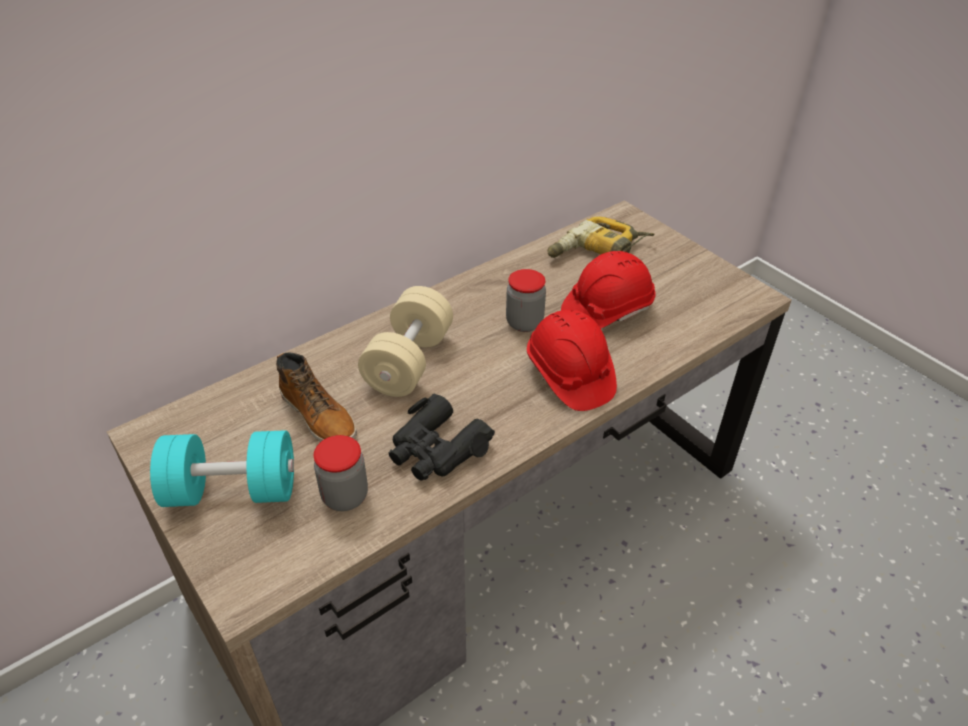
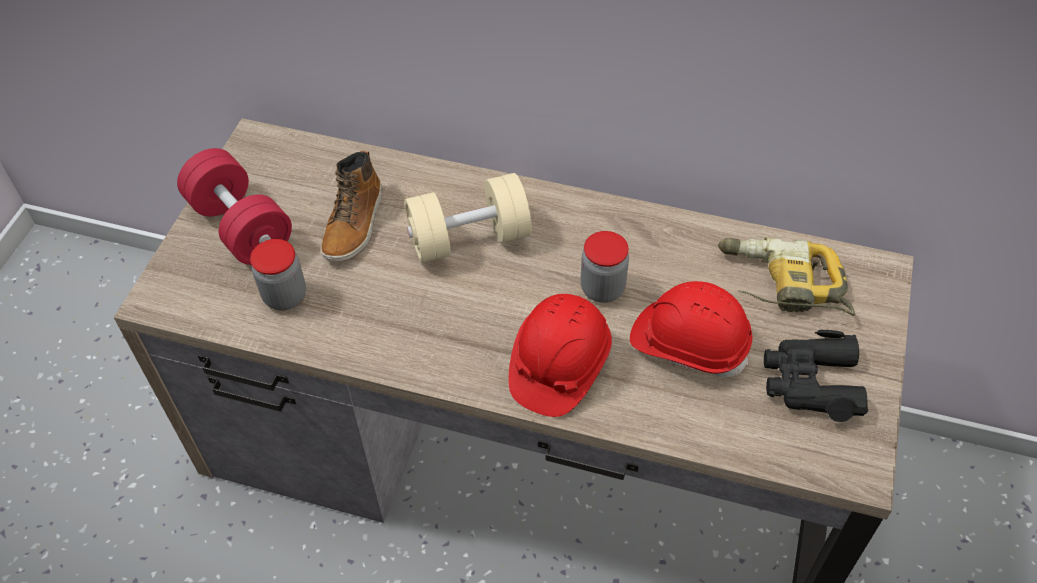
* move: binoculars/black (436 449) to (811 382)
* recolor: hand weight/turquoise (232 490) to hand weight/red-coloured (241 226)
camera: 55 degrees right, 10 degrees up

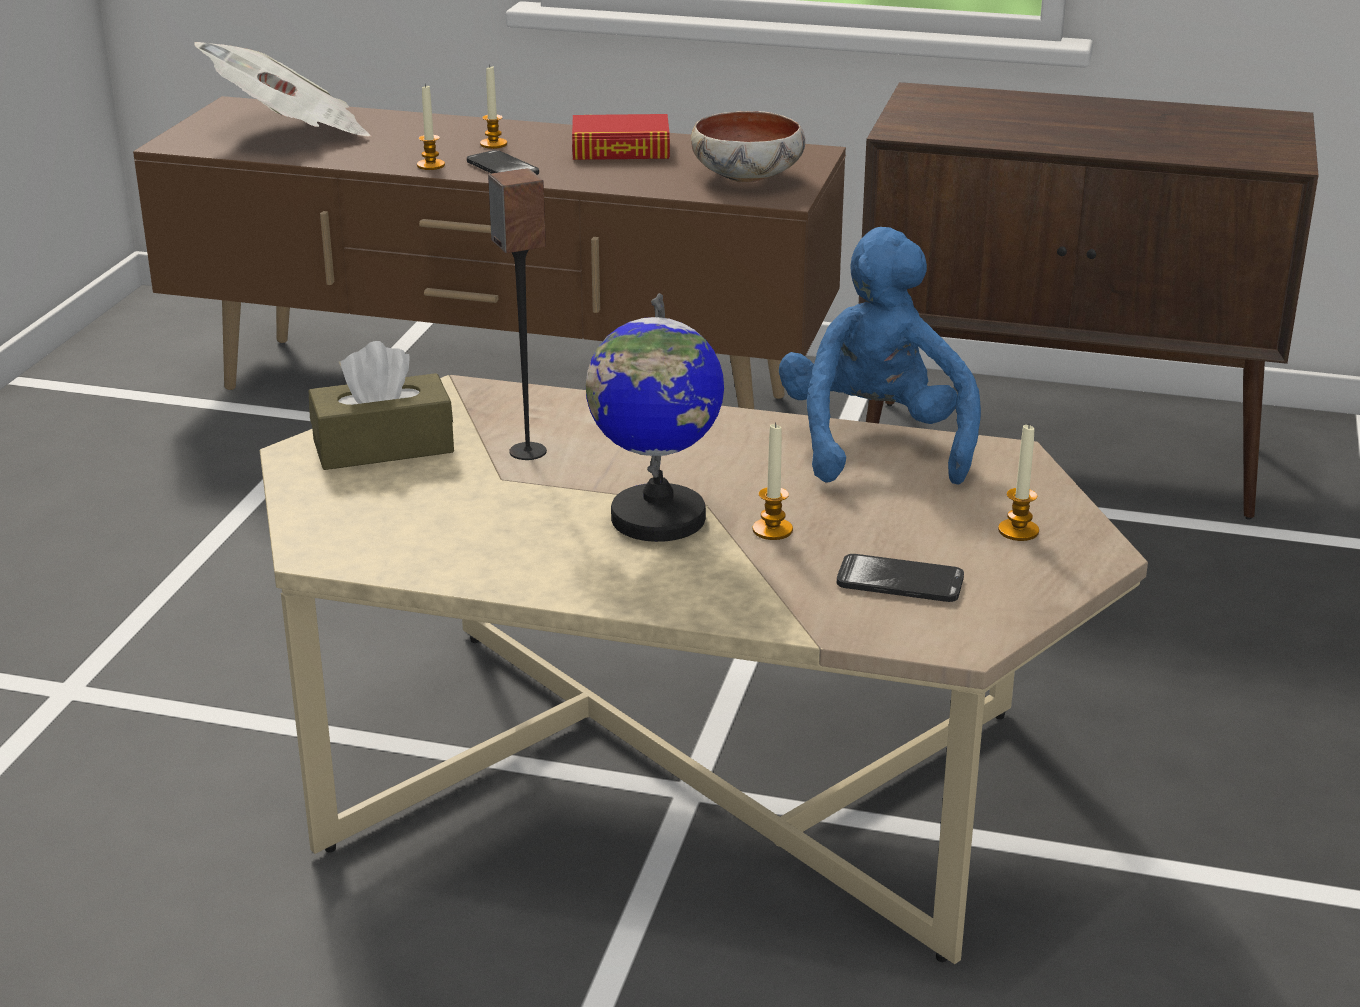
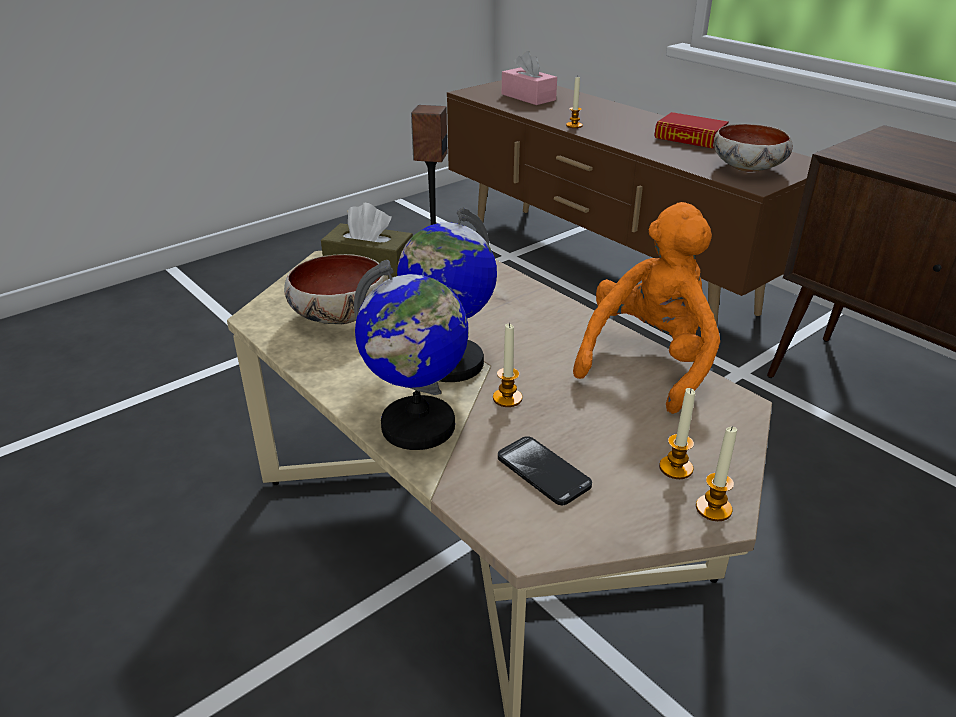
* replace: printed paper (291 133) to box of tissues/pink-coloured (528 97)
* move: wax light (493 144) to (713 508)
* delete: telephone (502 168)
* recolor: soft toy/bluish (875 443) to soft toy/orange (648 361)
* insert: deep dish (339 317)
* insert: globe (418 427)
camera: 35 degrees right, 5 degrees up

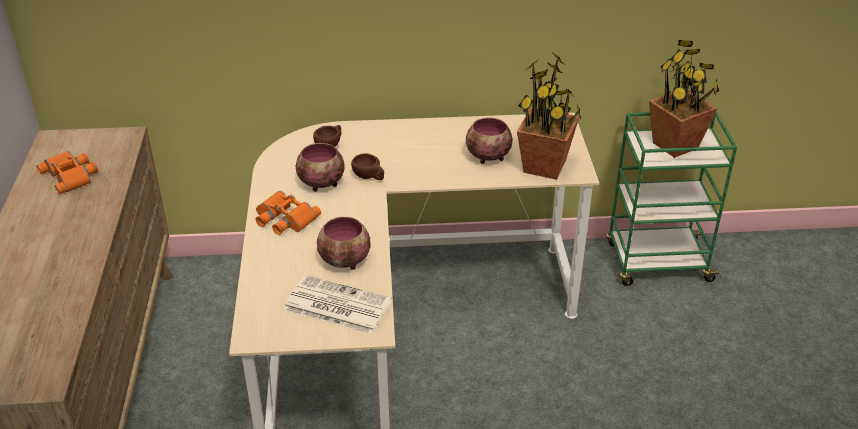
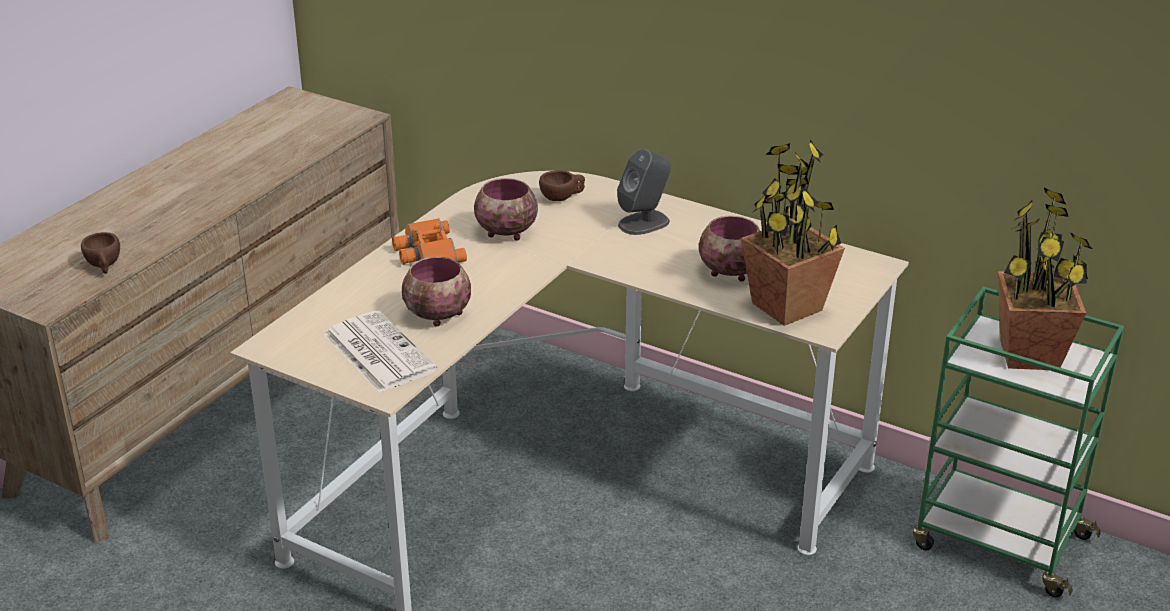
* delete: binoculars/orange (71 175)
* move: cup/brown (369 177) to (104 266)
* insert: loudspeaker/grey (644 223)
camera: 35 degrees right, 5 degrees down

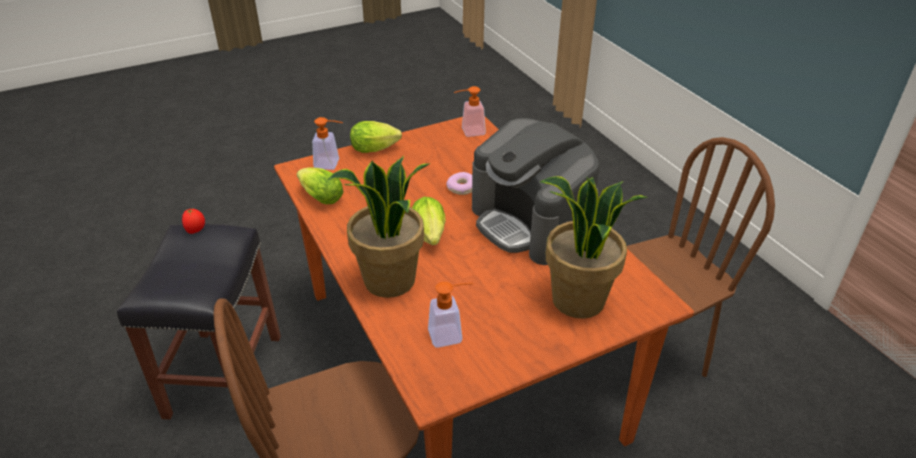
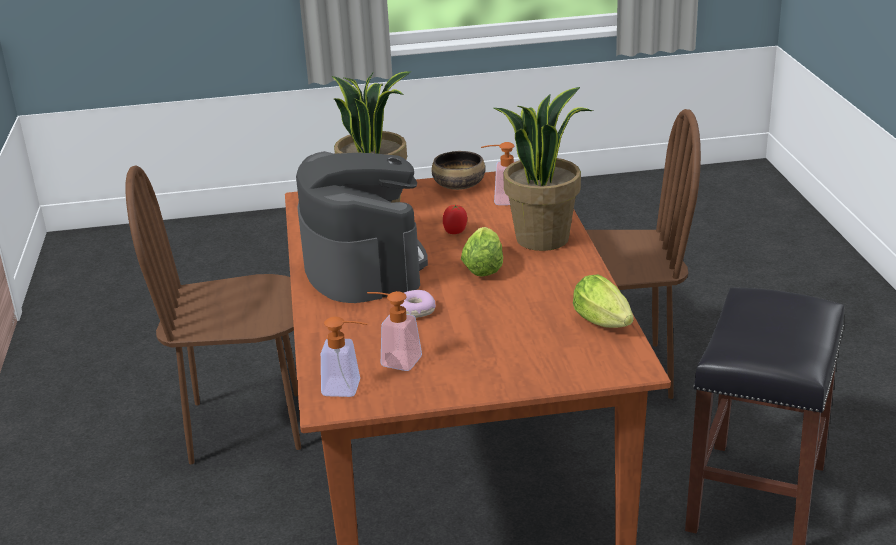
* move: liquid soap bottle (331 164) to (394 360)
* delete: lettuce (377 149)
* move: fresh tomato (196 230) to (455 232)
* insert: deep dish (458 185)
camera: 160 degrees left, 10 degrees down

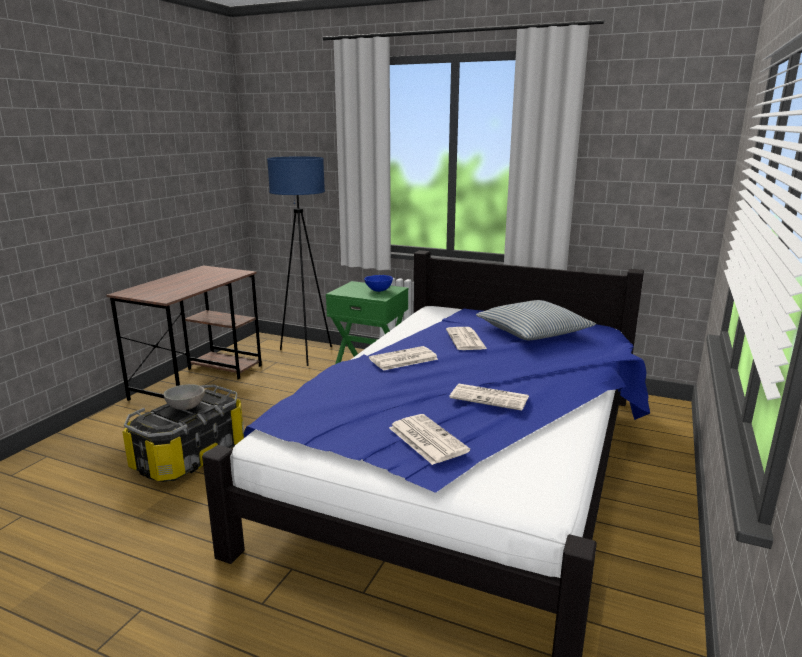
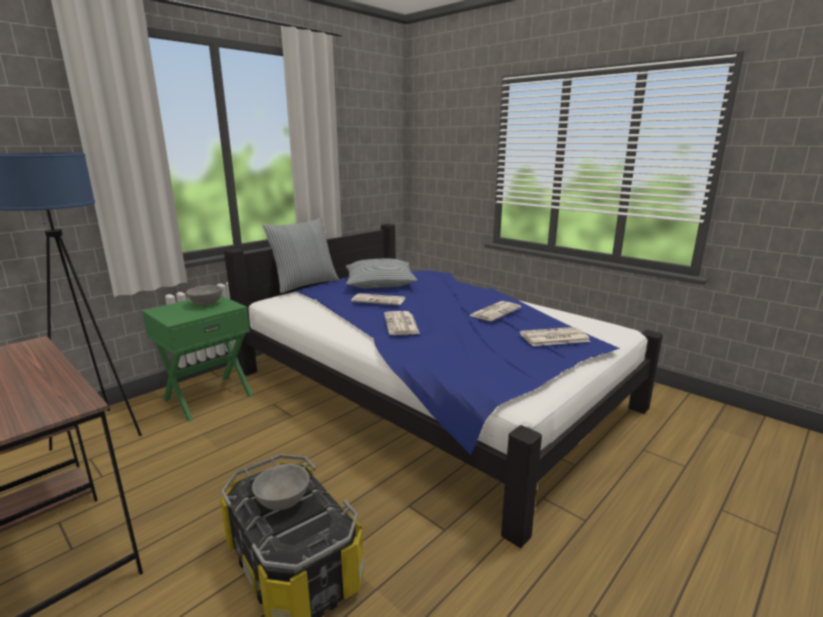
* recolor: deep dish/bluish (378 290) to deep dish/grey (206 304)
* insert: pillow (304 284)
camera: 70 degrees left, 0 degrees up

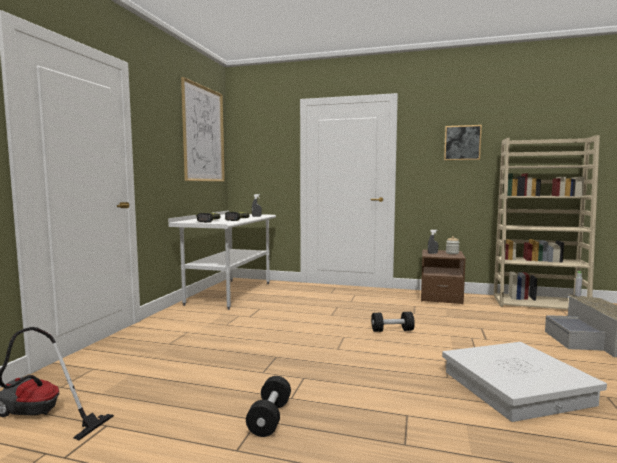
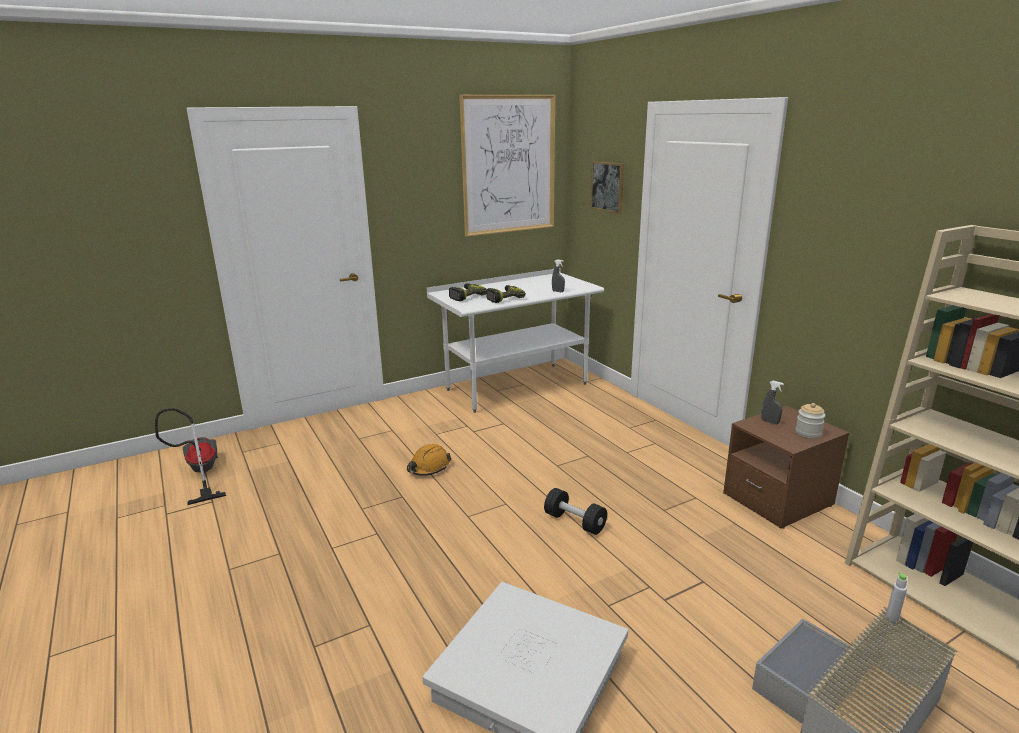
* move: wall art (462 143) to (608 186)
* delete: hand weight/black (270 418)
* insert: work helmet/orange (428 468)
camera: 45 degrees right, 15 degrees up

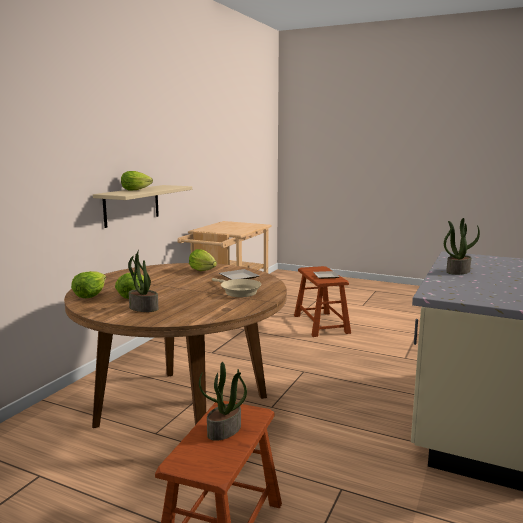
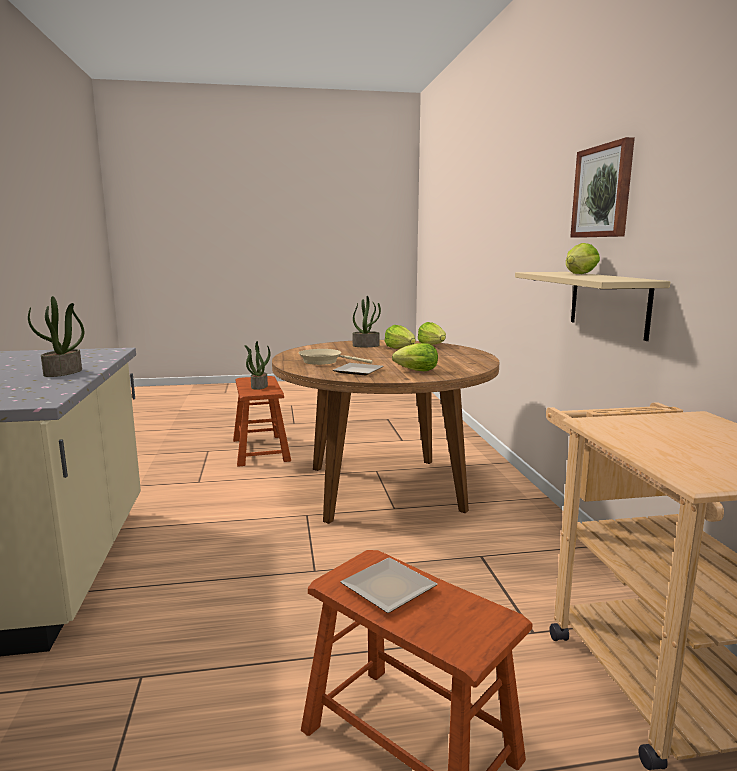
* insert: wall art (603 192)
camera: 145 degrees right, 0 degrees up

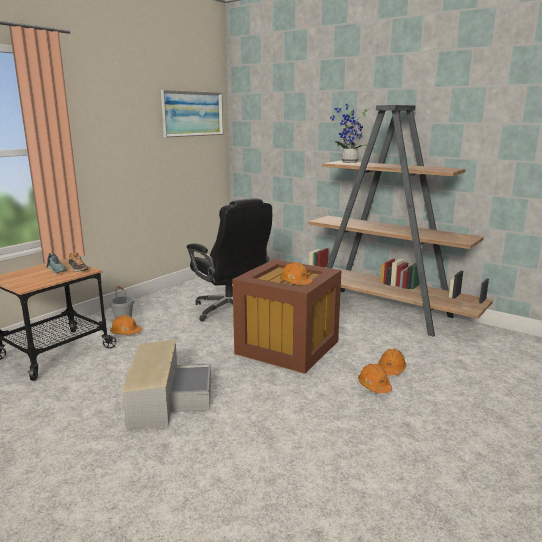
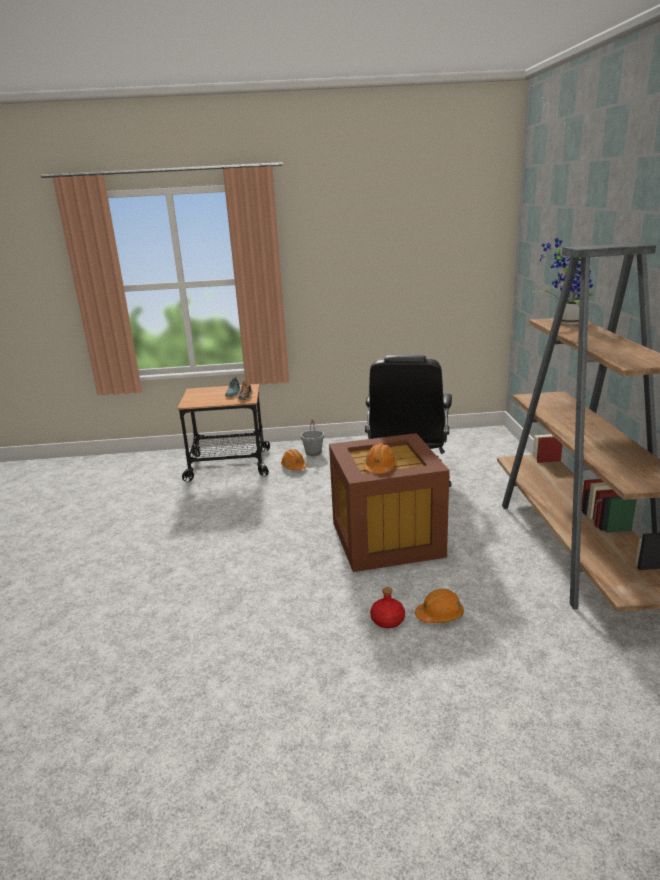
* delete: wall art (192 114)
* delete: storage container/grey (166 397)
* replace: work helmet/orange (374 386) to bottle/red-coloured (388 620)
camera: 50 degrees right, 5 degrees up

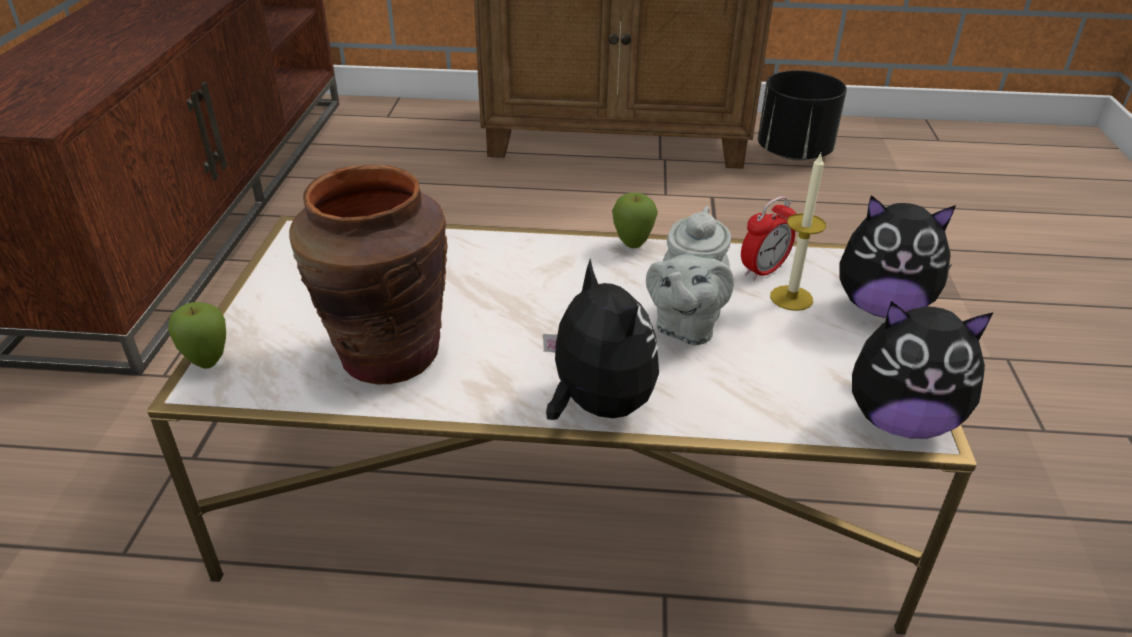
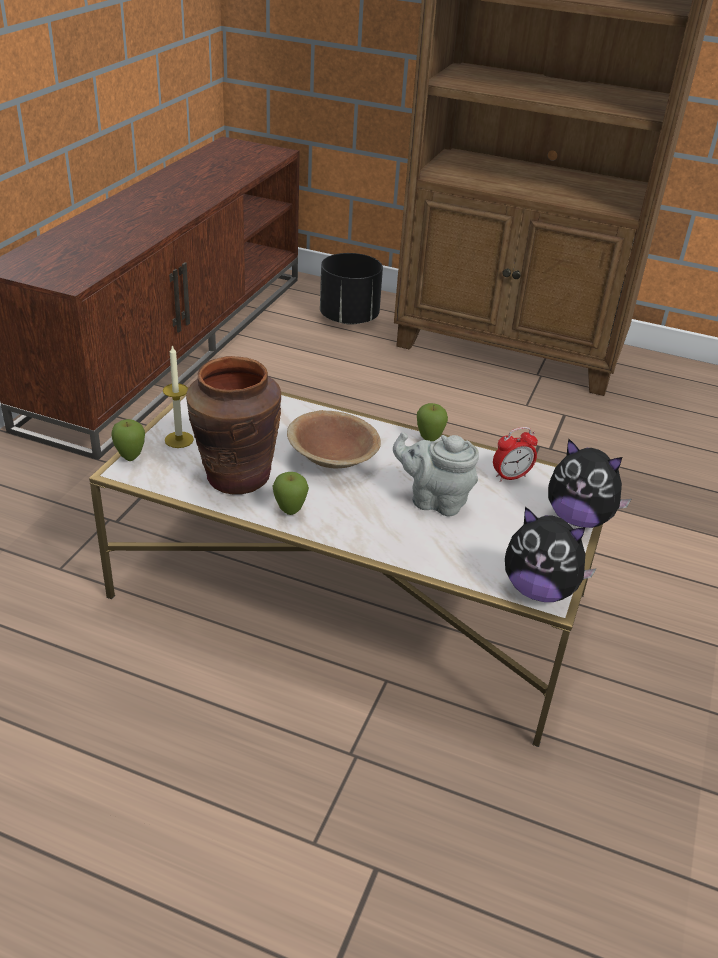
* move: plant pot/black (793 153) to (348 318)
* move: wax light (791 298) to (179 440)
* rotate: tea pot/grey (685 325) = (434 500) 75 degrees clockwise
* delete: soft toy (596 405)
* insert: deep dish/brown (333 459)
* insert: whole apple (290 512)
camera: 15 degrees right, 0 degrees up

